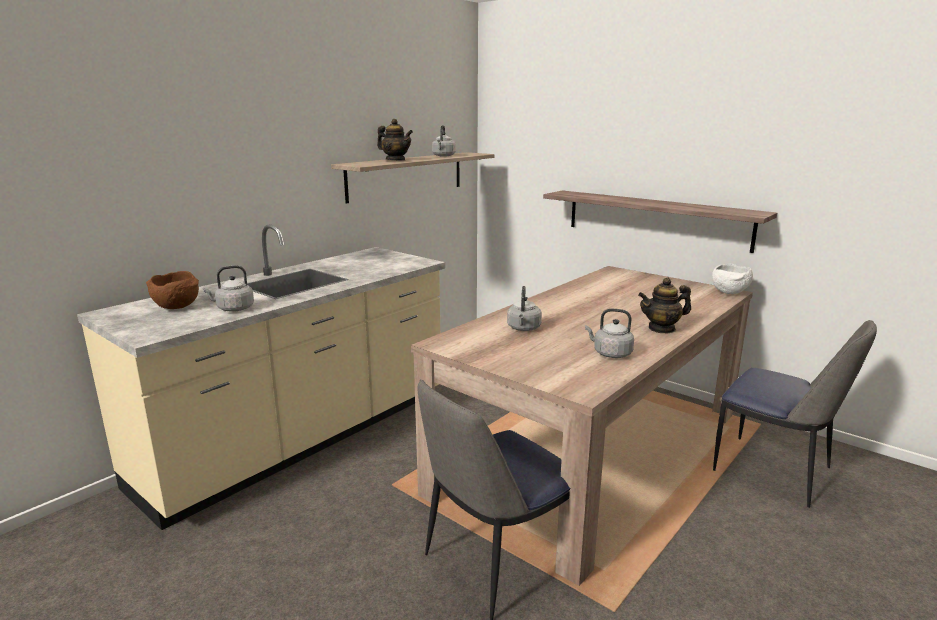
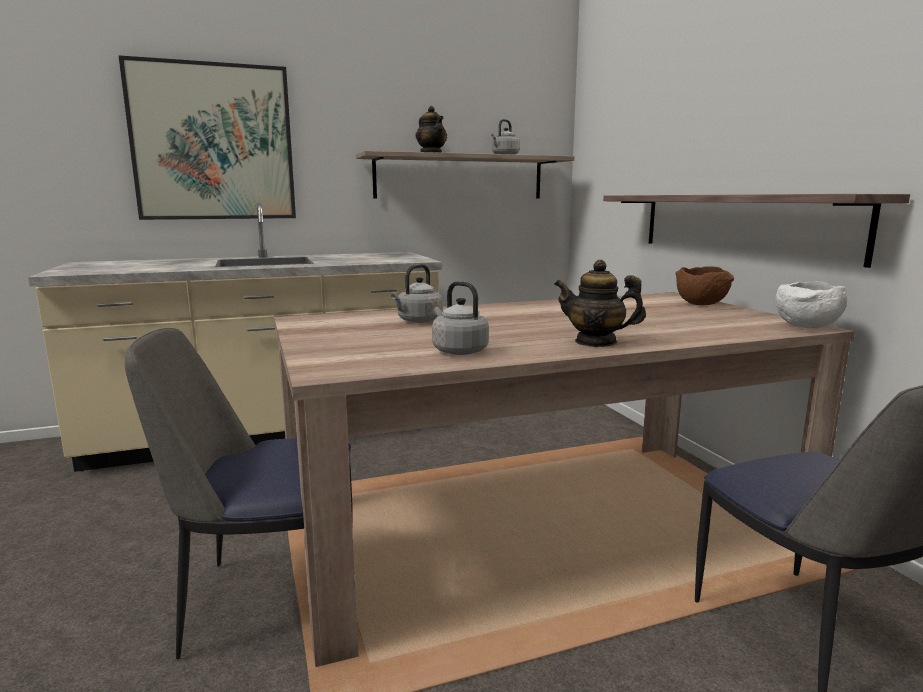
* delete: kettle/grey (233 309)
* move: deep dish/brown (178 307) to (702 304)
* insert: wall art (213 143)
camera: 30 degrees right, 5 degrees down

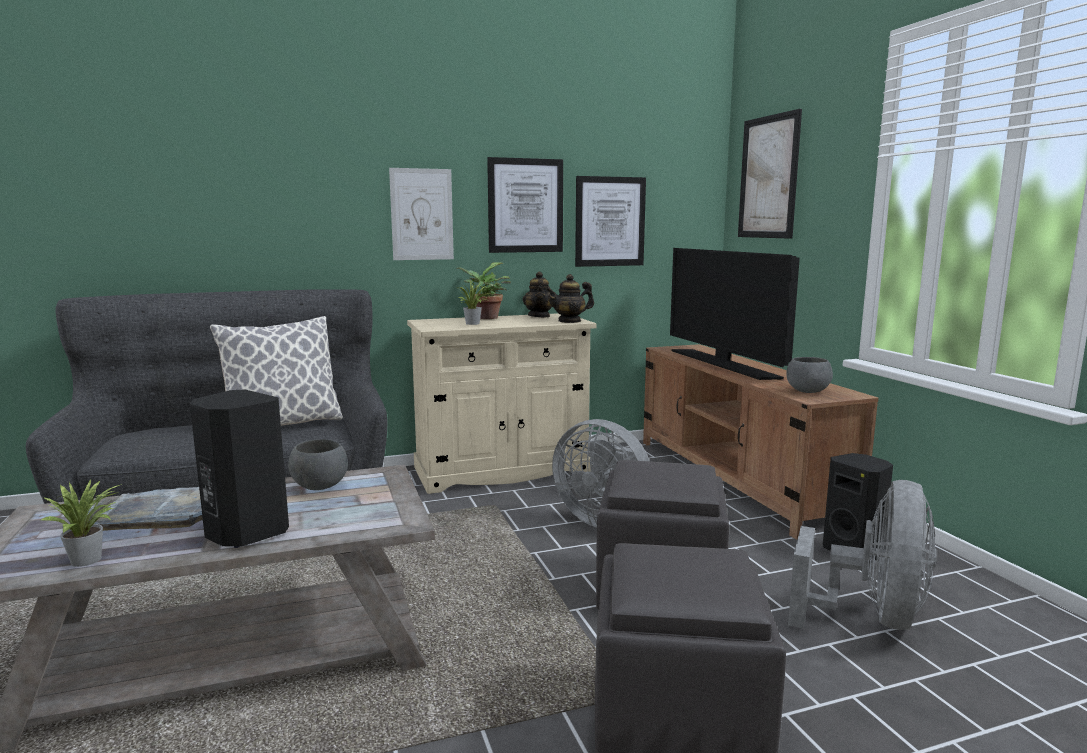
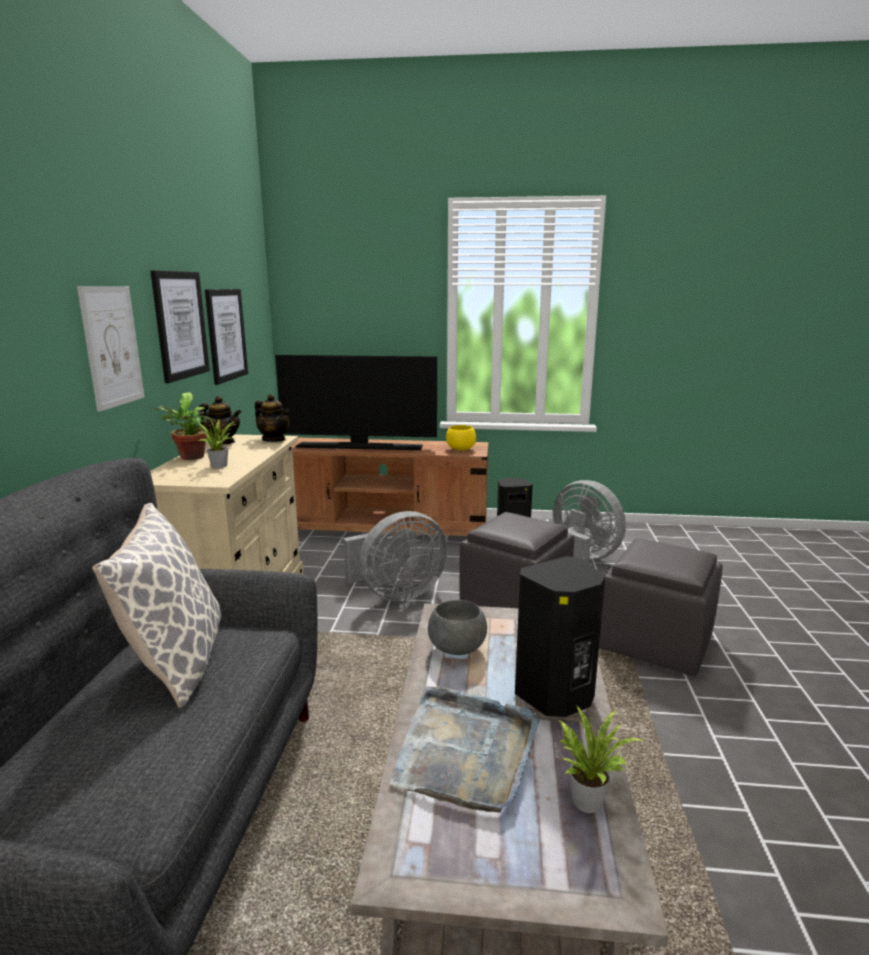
* delete: wall art (768 177)
* rotate: tea pot (569 321) = (274 440) 60 degrees counterclockwise
* recolor: deep dish/grey (808 392) to deep dish/yellowish (460 449)
camera: 65 degrees left, 5 degrees up

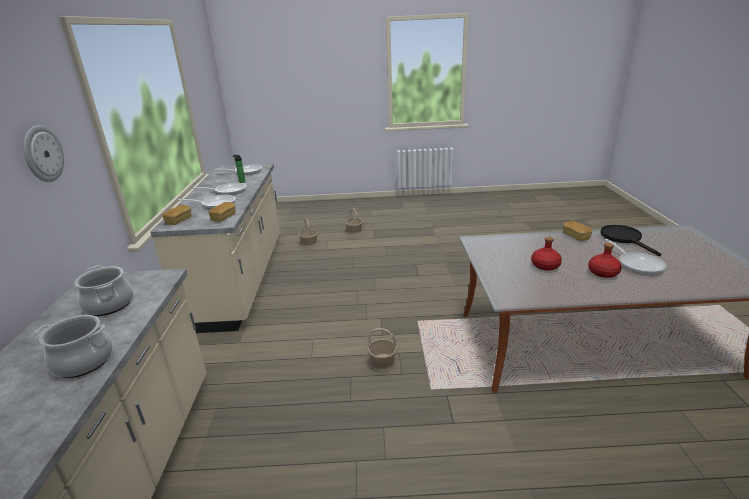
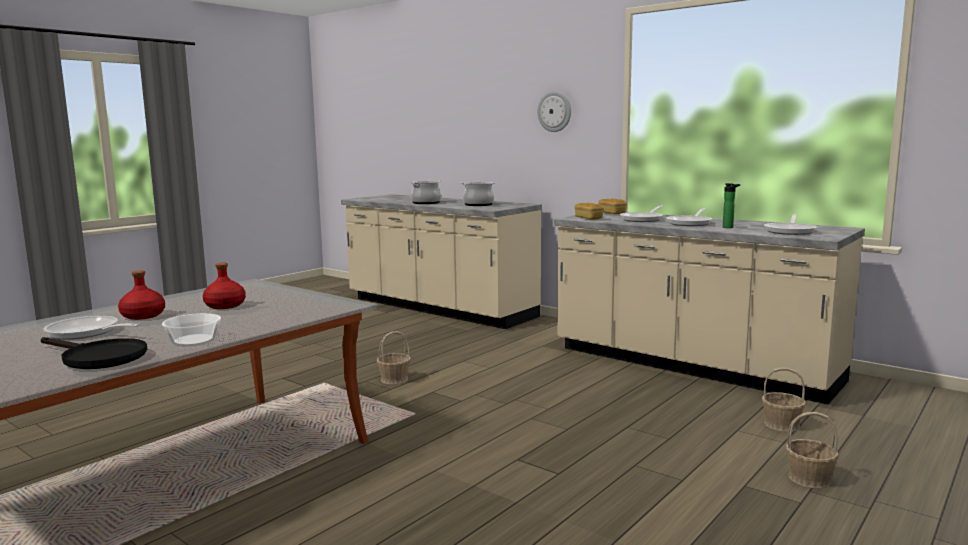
* replace: bread (576 236) to deep dish (193 340)
camera: 130 degrees right, 15 degrees down

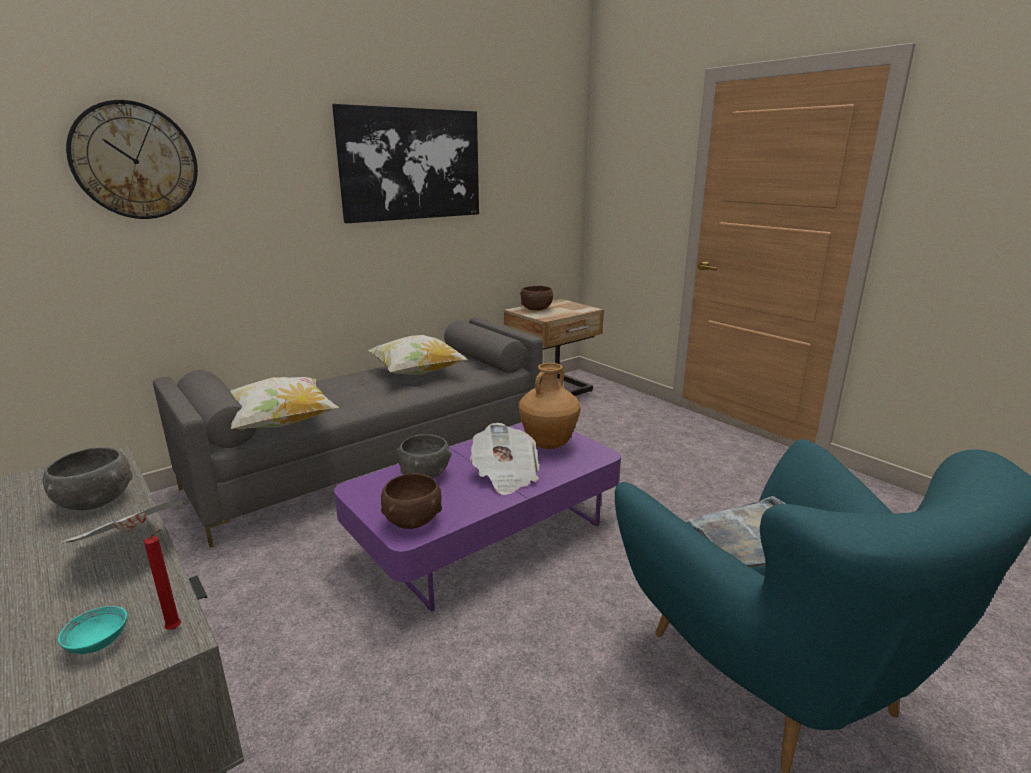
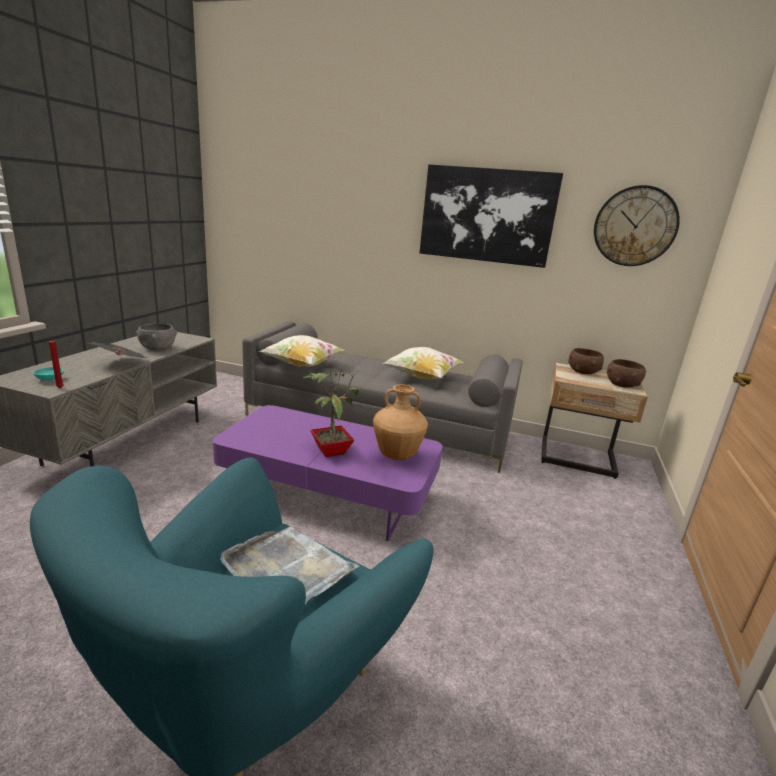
* move: hanging clock (135 161) to (635 226)
* replace: printed paper (505 475) to potted plant (330 450)
* delete: deep dish/grey (425 474)
* move: deep dish/brown (412 520) to (622 385)
camera: 55 degrees right, 0 degrees up

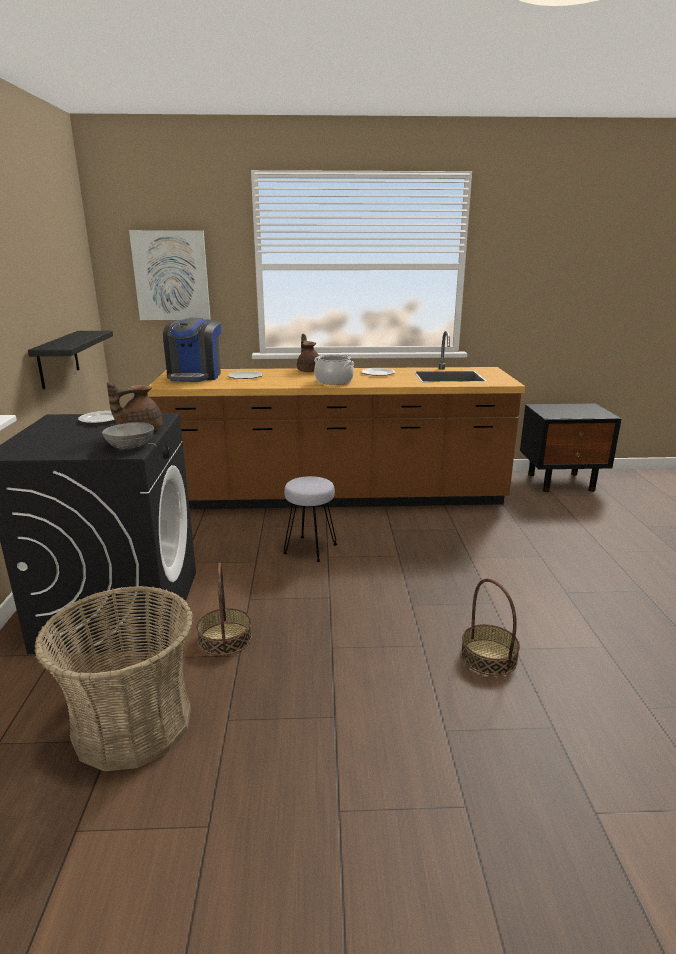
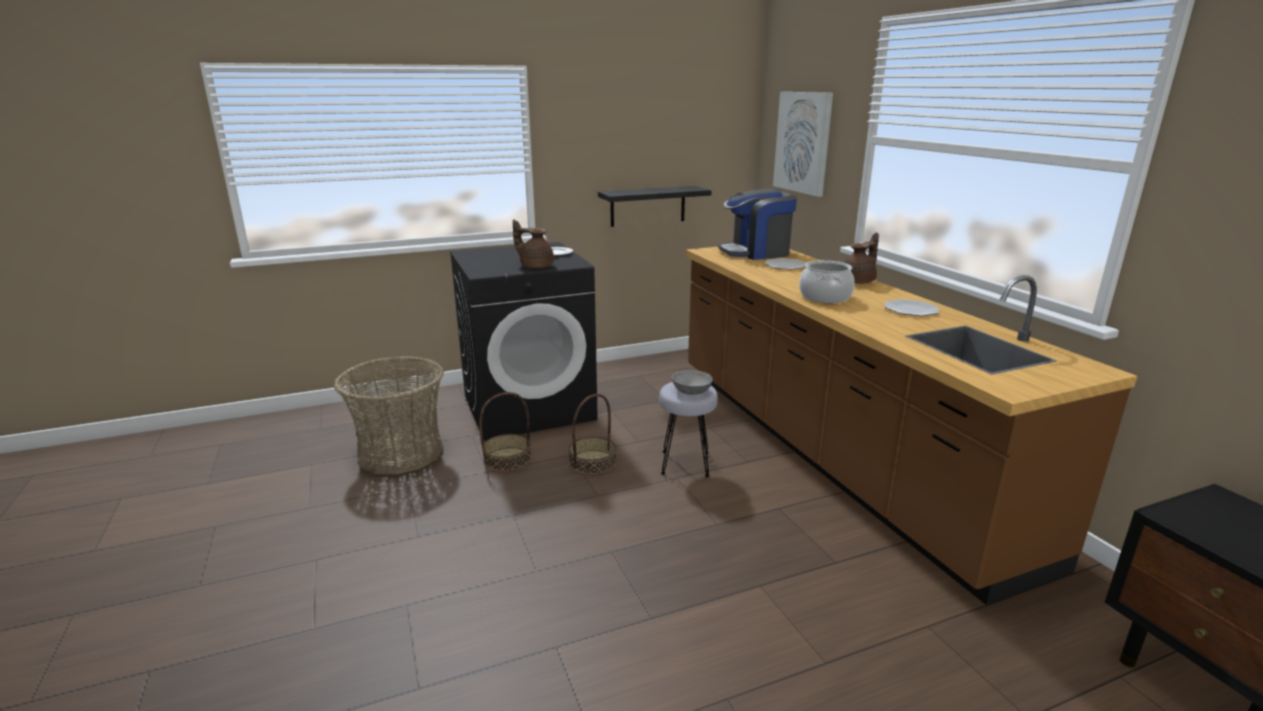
* move: deep dish/grey (130 446) to (691 391)
* move: storage basket (489 657) to (592 462)
camera: 70 degrees right, 0 degrees up

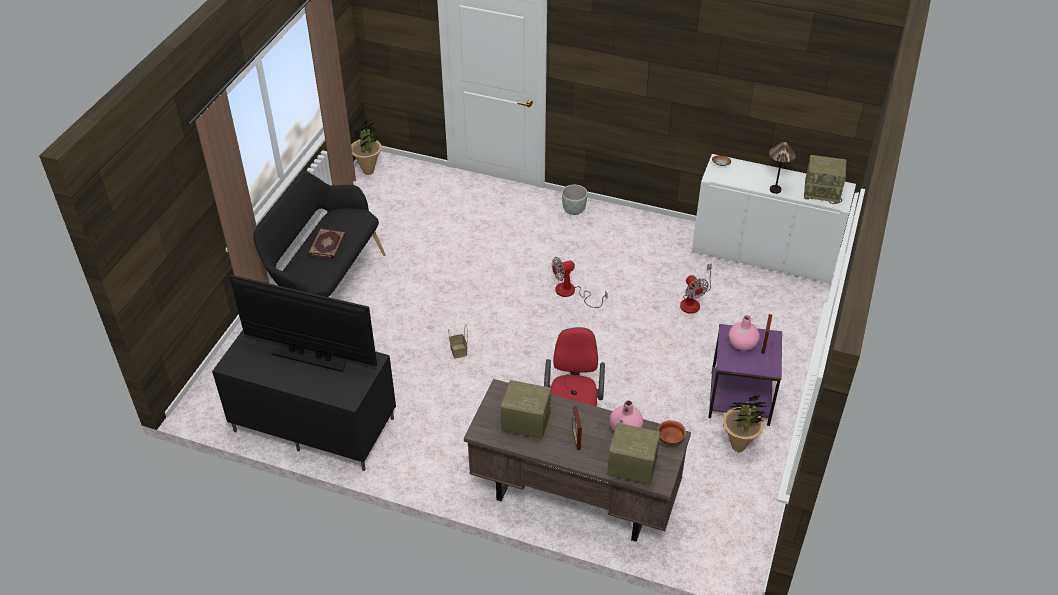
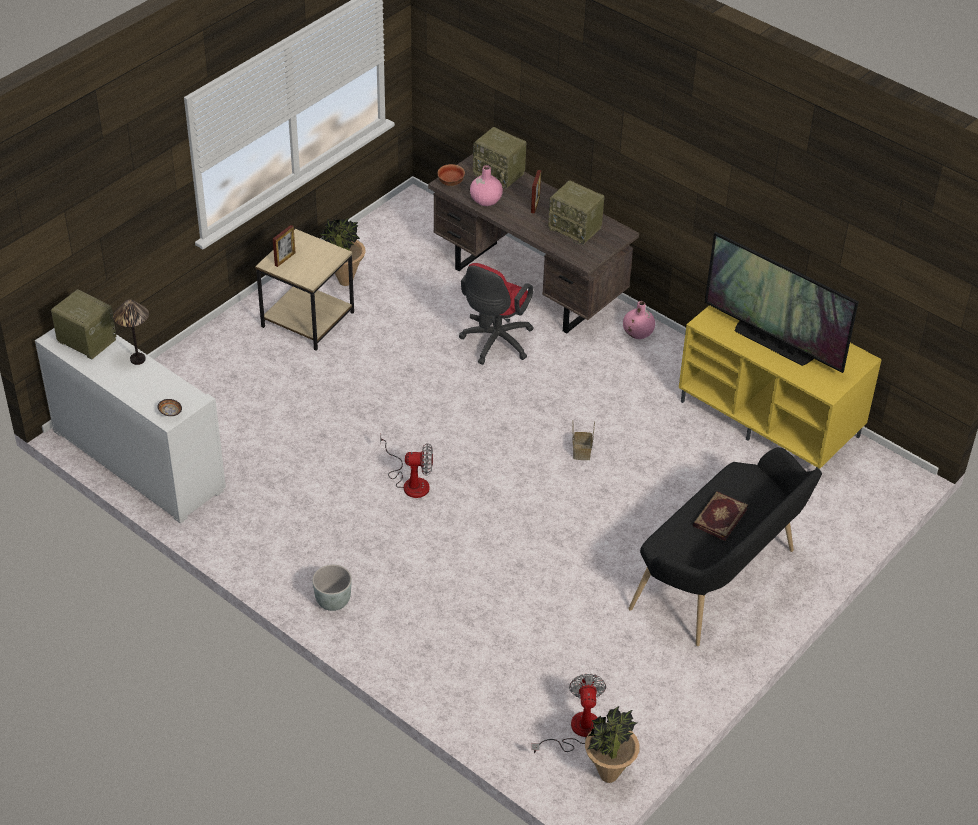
* move: cooling fan (693 301) to (576 730)
* move: vase/pink-coloured (742 344) to (638 333)
* recolor: accent table/purplish (741 399) to accent table/beige (307 318)
* recolor: tv unit/black (312 425) to tv unit/yellowish (771 419)
camera: 160 degrees left, 0 degrees up

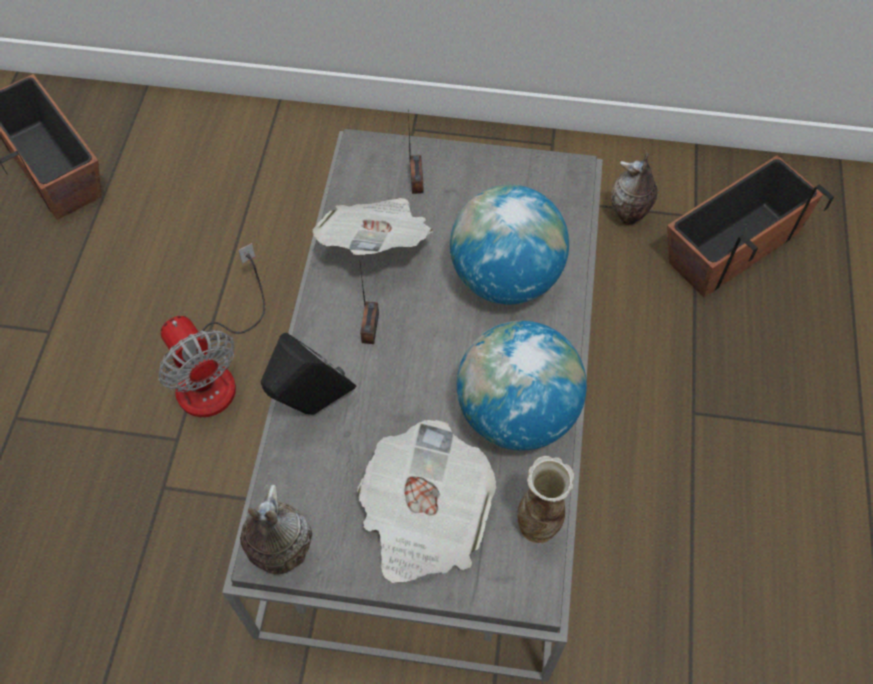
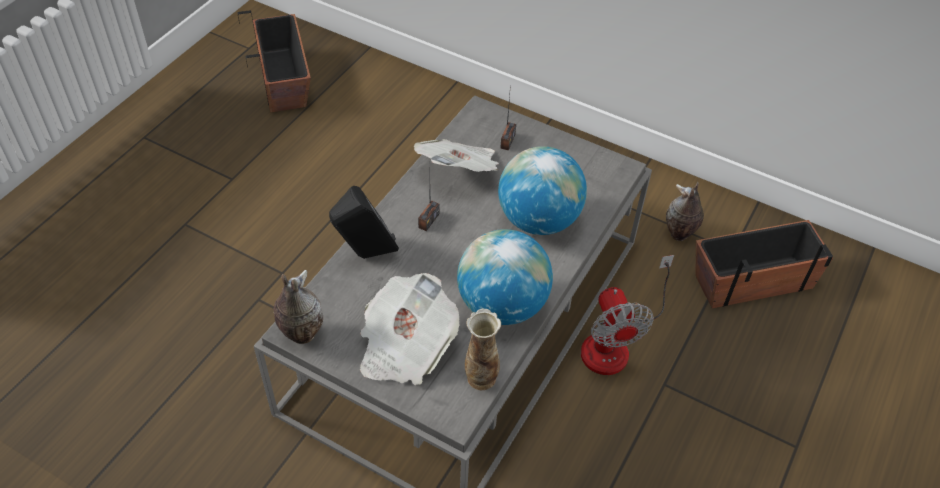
* move: cooling fan (216 371) to (615 342)
camera: 20 degrees right, 10 degrees down

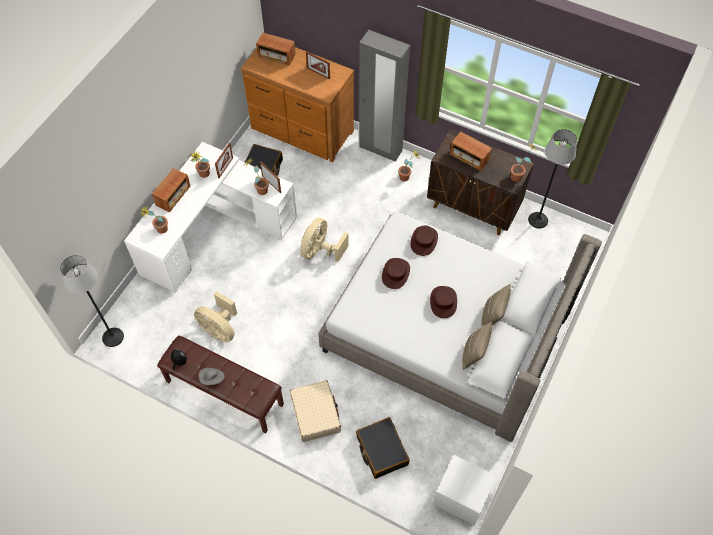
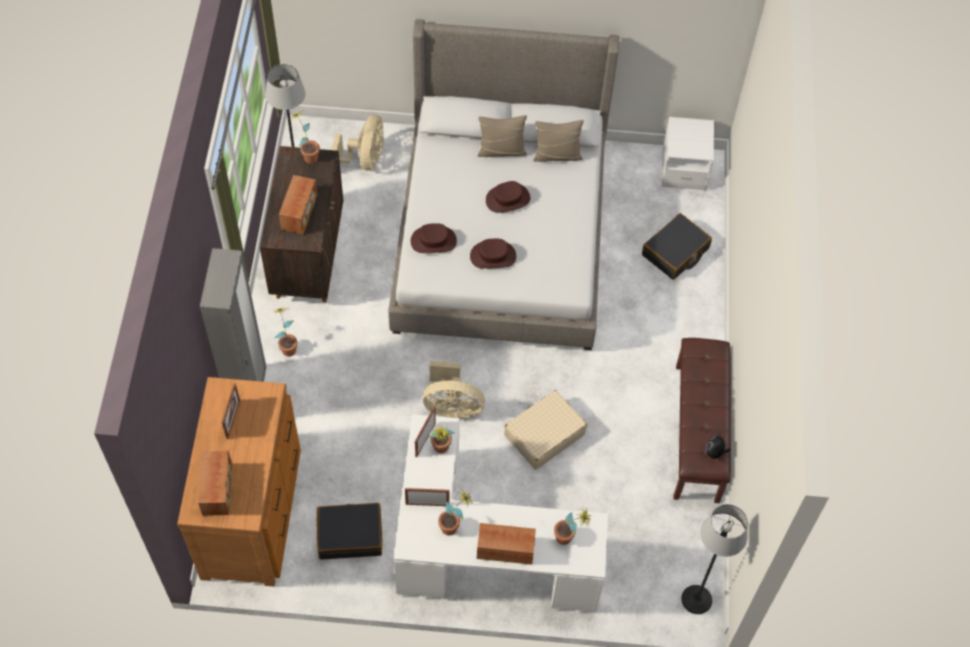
* move: cooling fan/beige (220 329) to (364 160)
* delete: wearable hat/grey (212 379)
* move: piece of luggage/beige (315 414) to (544 435)
camera: 115 degrees left, 0 degrees up

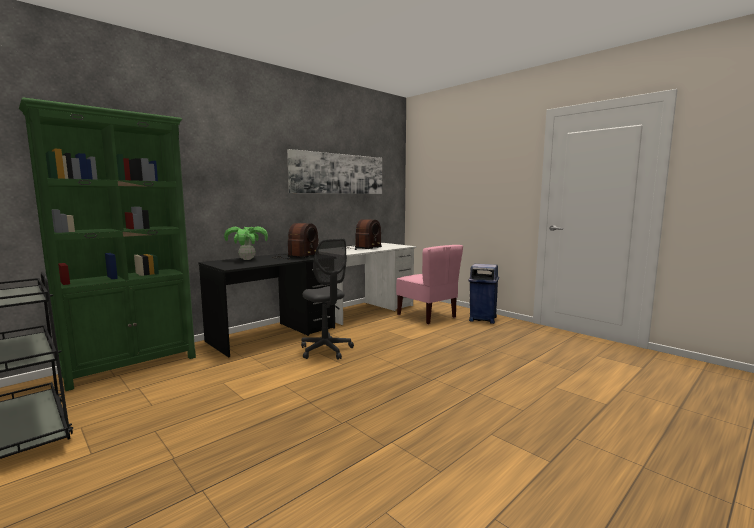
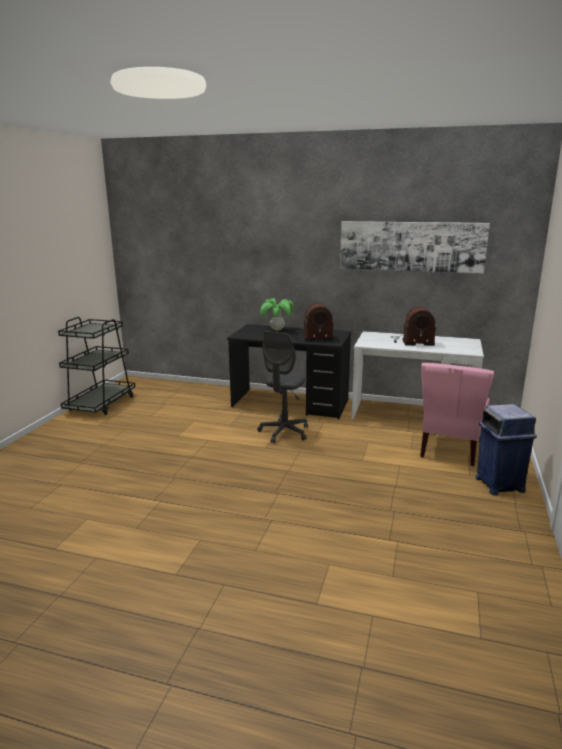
* delete: bookshelf/greenish (132 366)
camera: 60 degrees right, 10 degrees up

